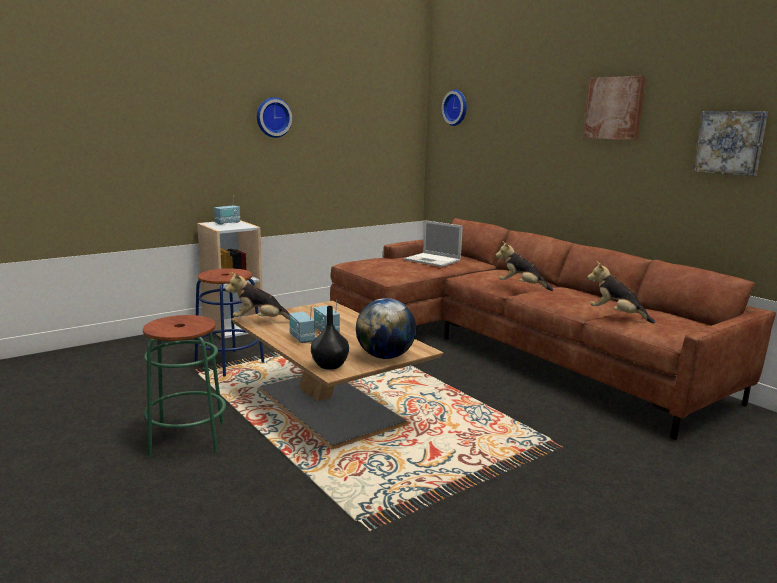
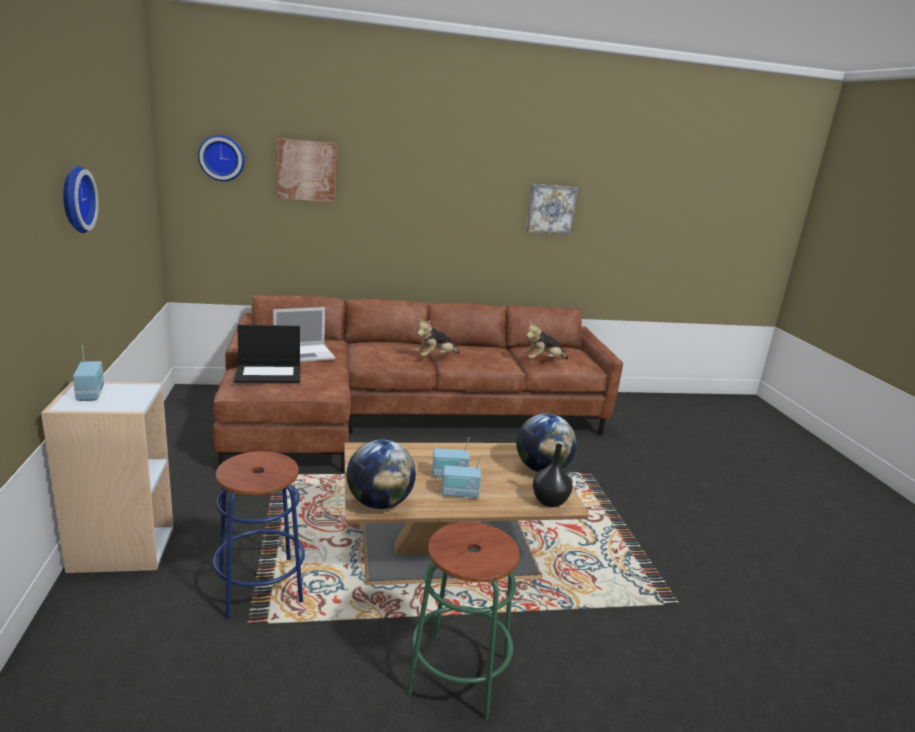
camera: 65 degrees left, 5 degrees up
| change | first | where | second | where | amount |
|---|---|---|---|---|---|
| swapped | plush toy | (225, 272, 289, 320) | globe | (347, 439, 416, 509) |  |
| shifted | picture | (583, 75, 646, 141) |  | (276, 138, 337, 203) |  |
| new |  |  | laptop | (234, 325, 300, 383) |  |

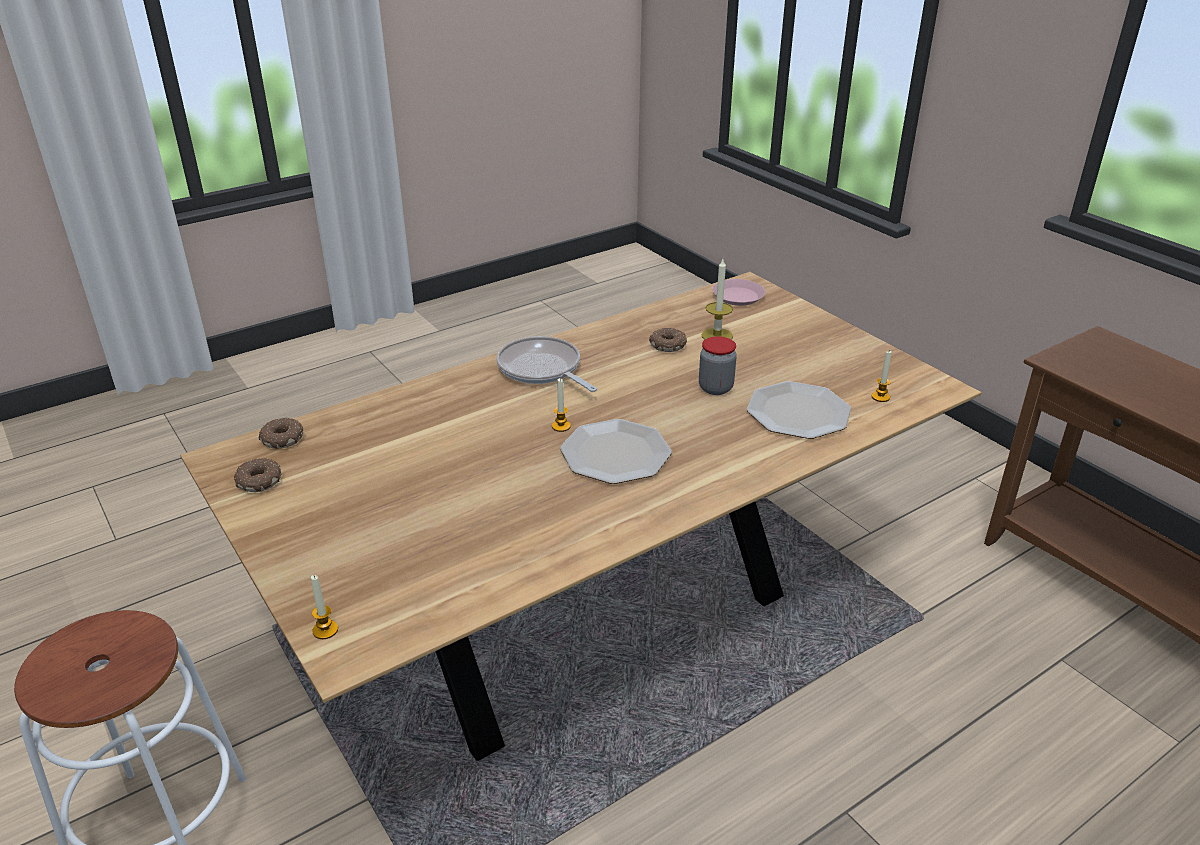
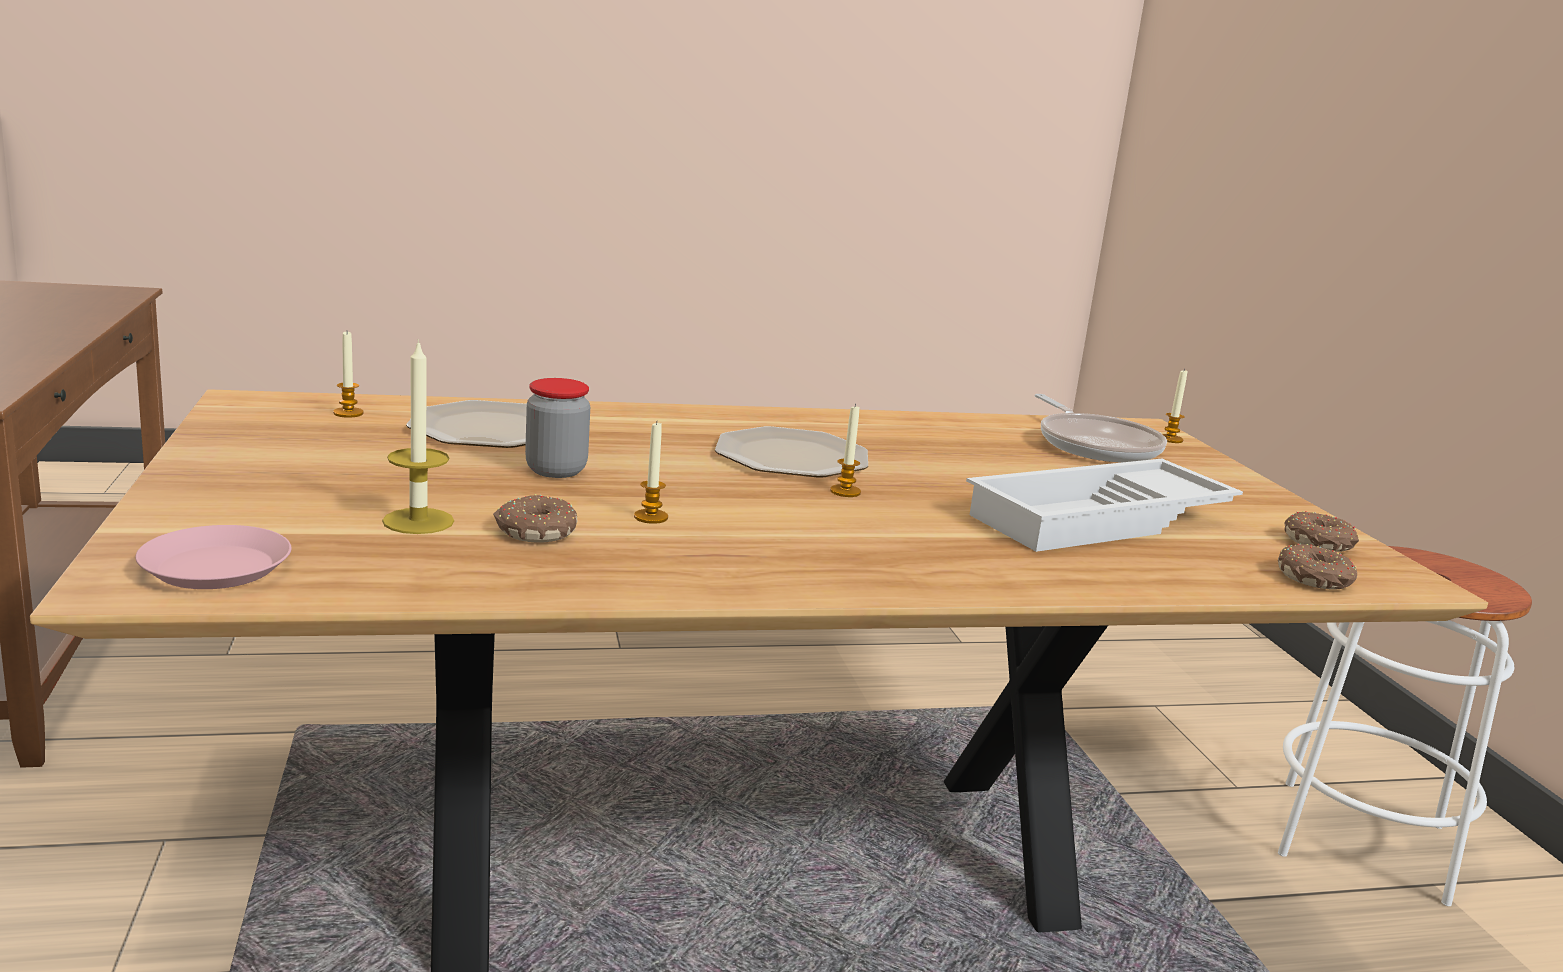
camera: 160 degrees left, 15 degrees down
| change | first | where | second | where | amount |
|---|---|---|---|---|---|
| shifted | frying pan | (496, 336, 597, 392) |  | (1035, 394, 1167, 463) |  |
| new |  |  | candle | (634, 422, 668, 524) |  |
| new |  |  | white tray | (966, 459, 1243, 552) |  |

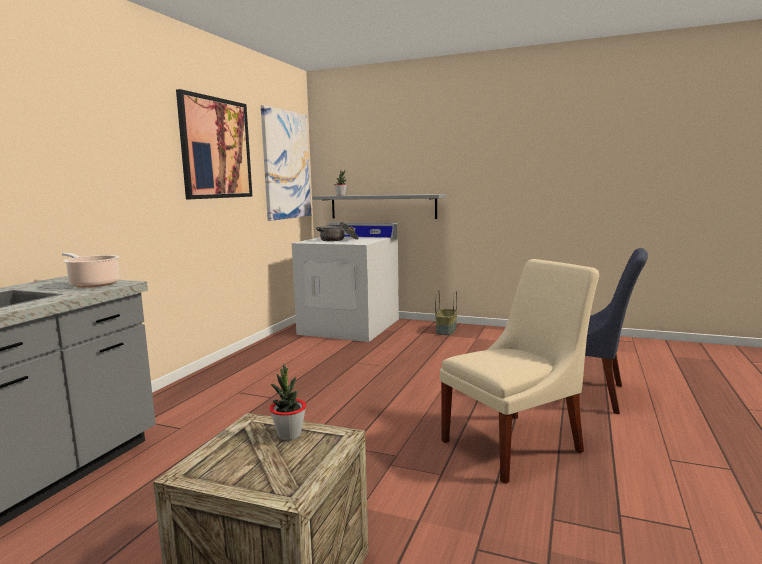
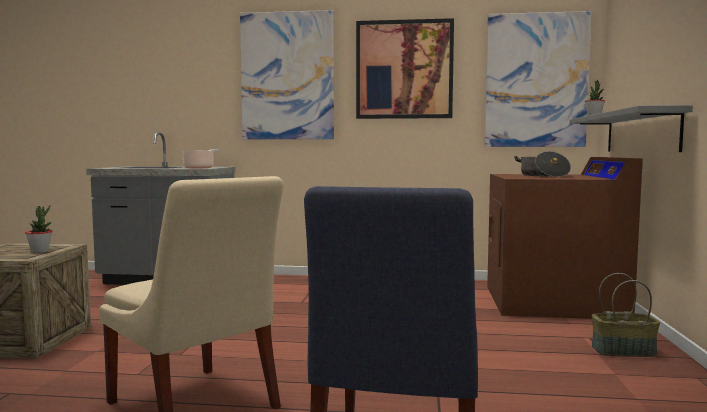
camera: 75 degrees right, 5 degrees down
| change | first | where | second | where | amount |
|---|---|---|---|---|---|
| repainted | white washing machine | (292, 222, 399, 342) | brown washing machine | (487, 157, 643, 319) |  |
| new |  |  | picture | (240, 10, 334, 139) |  |

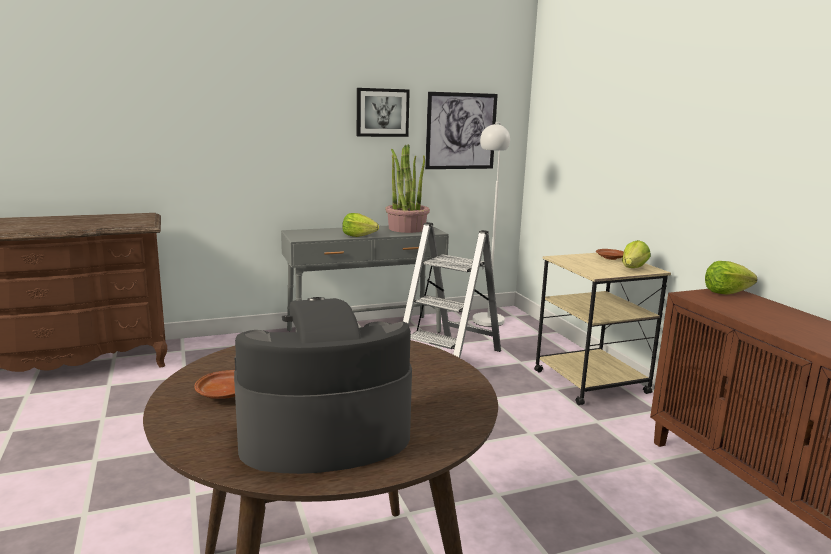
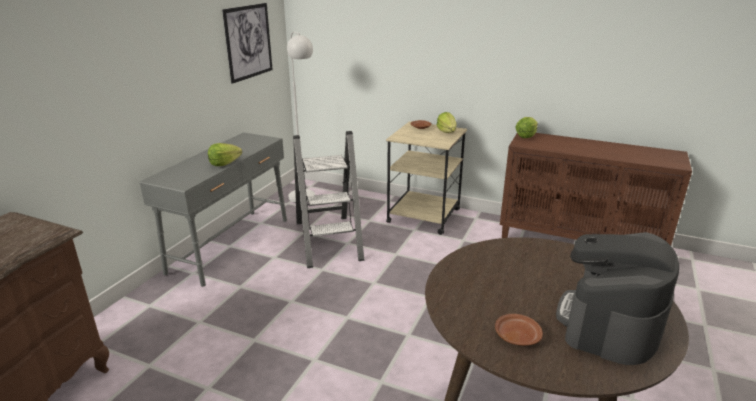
camera: 45 degrees left, 10 degrees up
| change | first | where | second | where | amount |
|---|---|---|---|---|---|
| gone | picture | (357, 88, 410, 137) |  |  |  |
| gone | potted plant | (385, 144, 430, 233) |  |  |  |

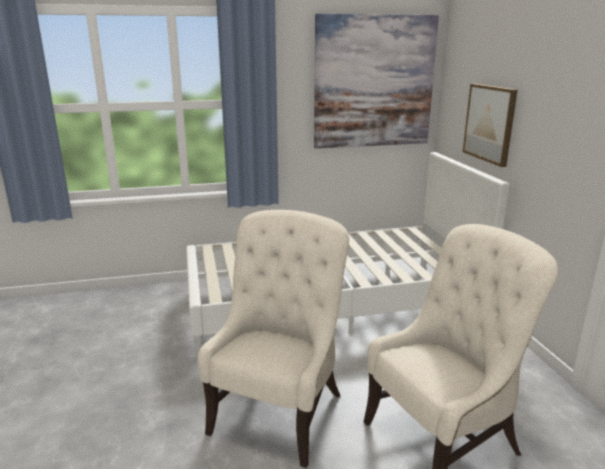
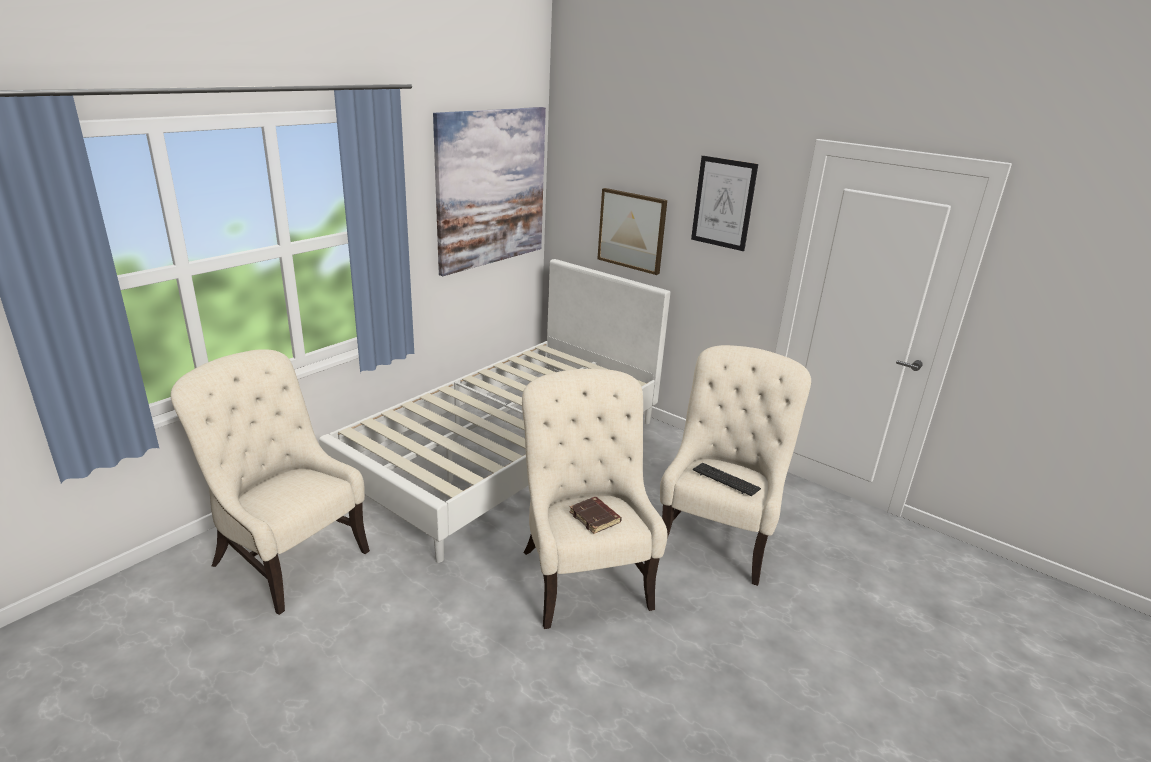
camera: 40 degrees left, 5 degrees up
| change | first | where | second | where | amount |
|---|---|---|---|---|---|
| new |  |  | beige armchair | (170, 349, 370, 615) |  |
| new |  |  | brown book | (569, 497, 622, 534) |  |
| new |  |  | picture | (691, 156, 758, 251) |  |
| new |  |  | keyboard | (693, 463, 761, 496) |  |

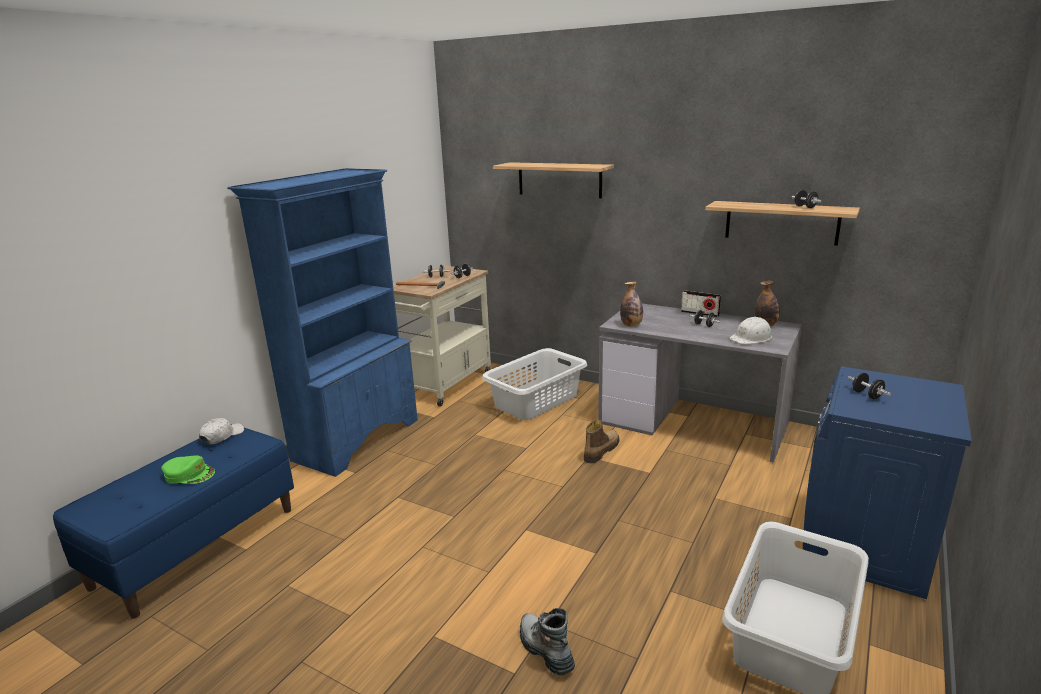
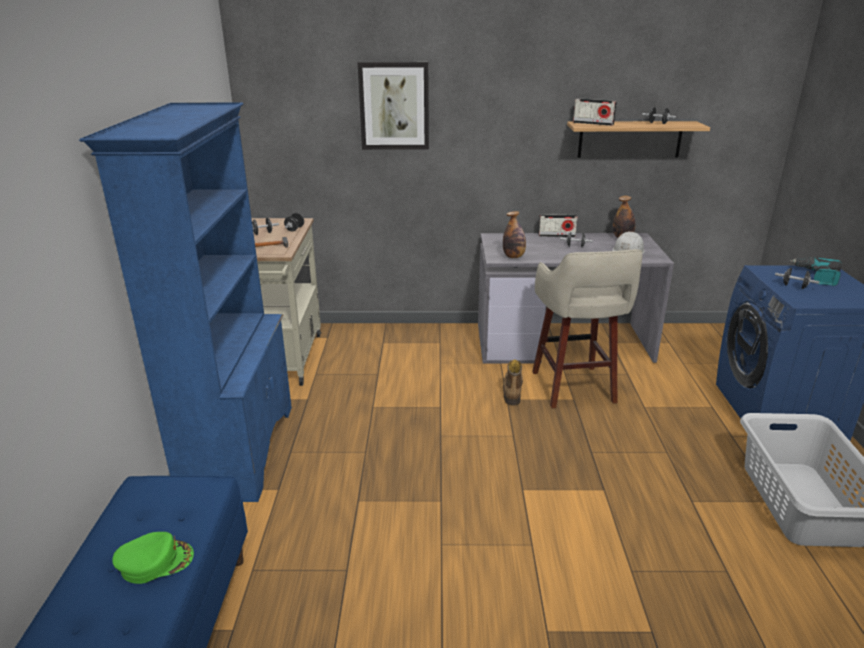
camera: 30 degrees left, 5 degrees up
| change | first | where | second | where | amount |
|---|---|---|---|---|---|
| gone | white cap | (199, 418, 244, 445) |  |  |  |
| gone | grey laundry basket | (482, 348, 587, 420) |  |  |  |
| swapped | shelf | (493, 162, 614, 198) | picture | (358, 62, 429, 150) |  |
| gone | boot | (520, 608, 575, 676) |  |  |  |
| new |  |  | beige stool | (532, 249, 642, 408) |  |
| new |  |  | radio | (573, 98, 617, 126) |  |
| new |  |  | power drill | (790, 257, 842, 286) |  |

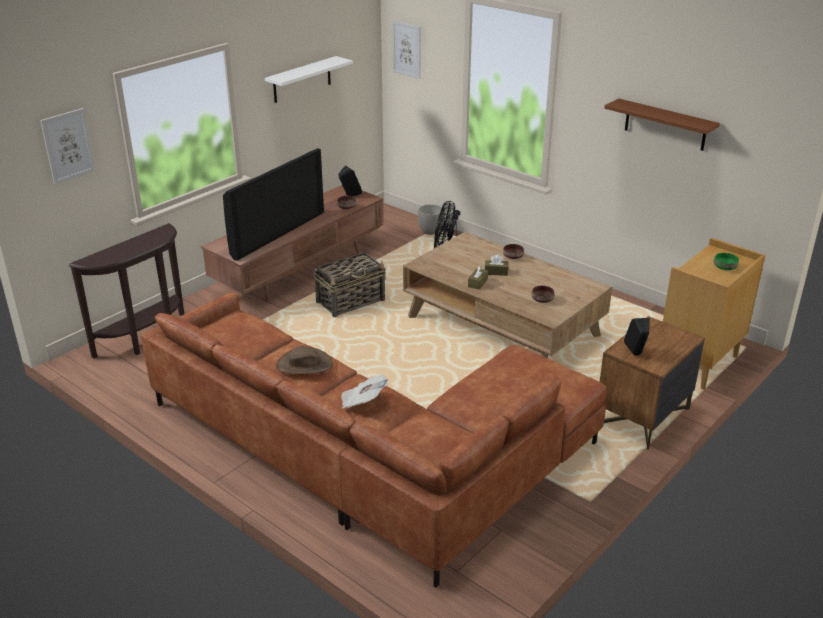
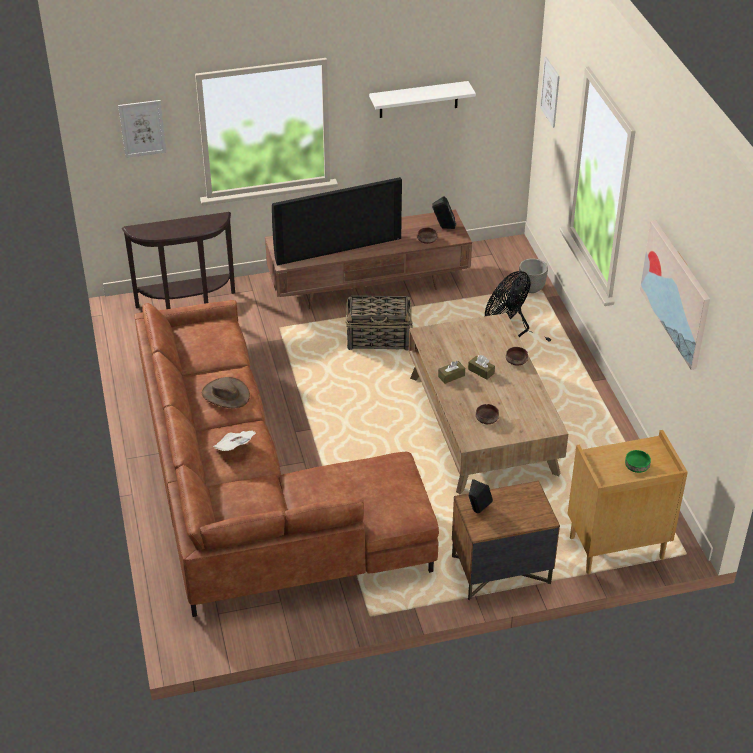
camera: 35 degrees right, 10 degrees up
| change | first | where | second | where | amount |
|---|---|---|---|---|---|
| swapped | brown shelf | (604, 99, 720, 151) | picture | (640, 220, 710, 370) |  |

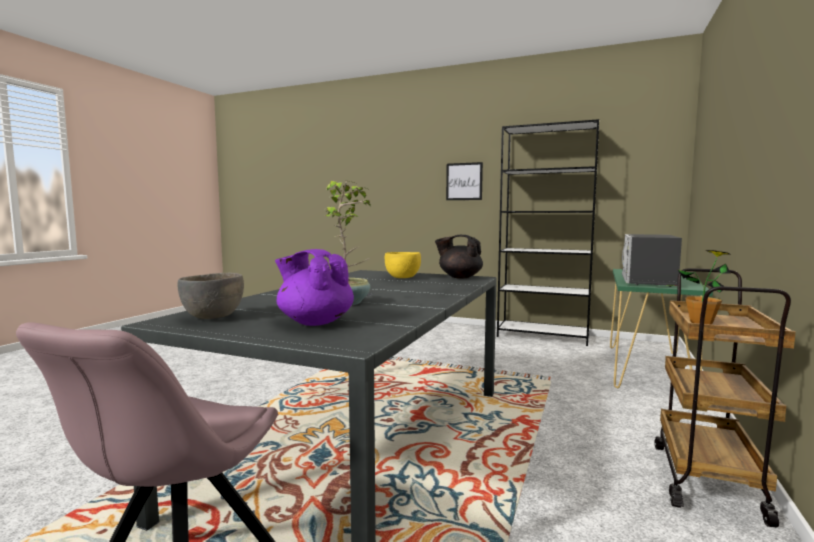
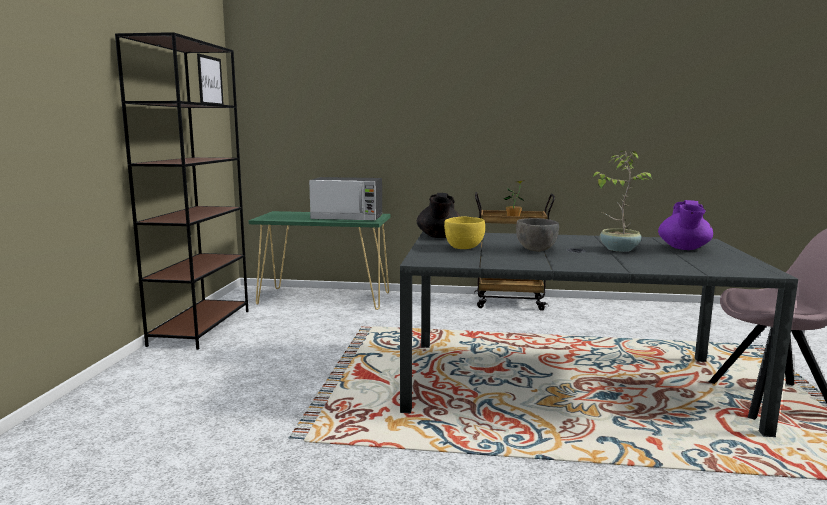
camera: 105 degrees left, 5 degrees up
| change | first | where | second | where | amount |
|---|---|---|---|---|---|
| shifted | grey bowl | (177, 273, 244, 319) |  | (516, 218, 559, 252) |  |
| shifted | picture | (446, 162, 483, 200) |  | (197, 53, 224, 105) |  |
| repainted | white bookcase | (497, 119, 599, 346) | brown bookcase | (115, 32, 249, 350) |  |

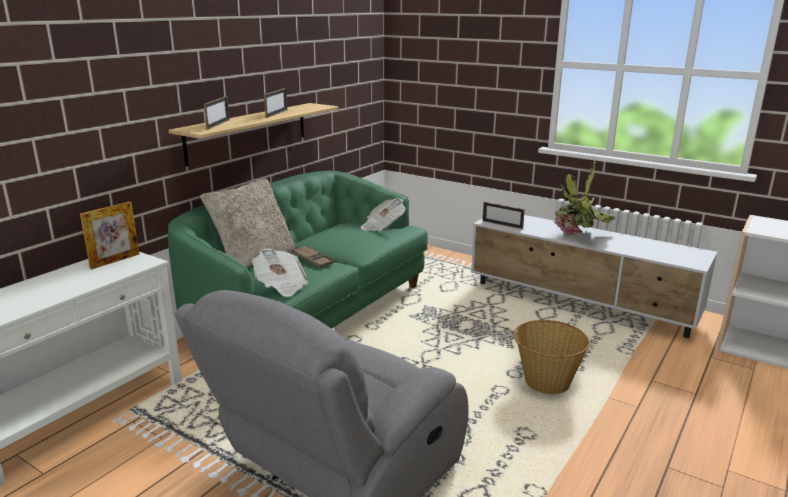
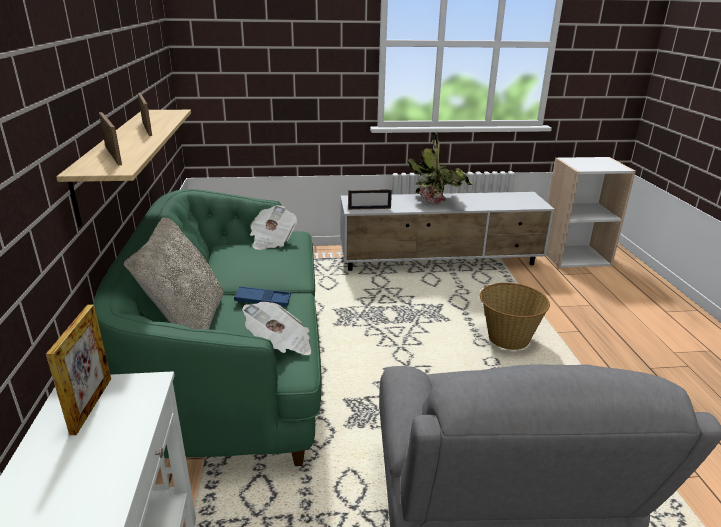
camera: 40 degrees left, 5 degrees up
| change | first | where | second | where | amount |
|---|---|---|---|---|---|
| repainted | brown tray | (292, 245, 335, 268) | blue tray | (234, 286, 291, 307) |  |

